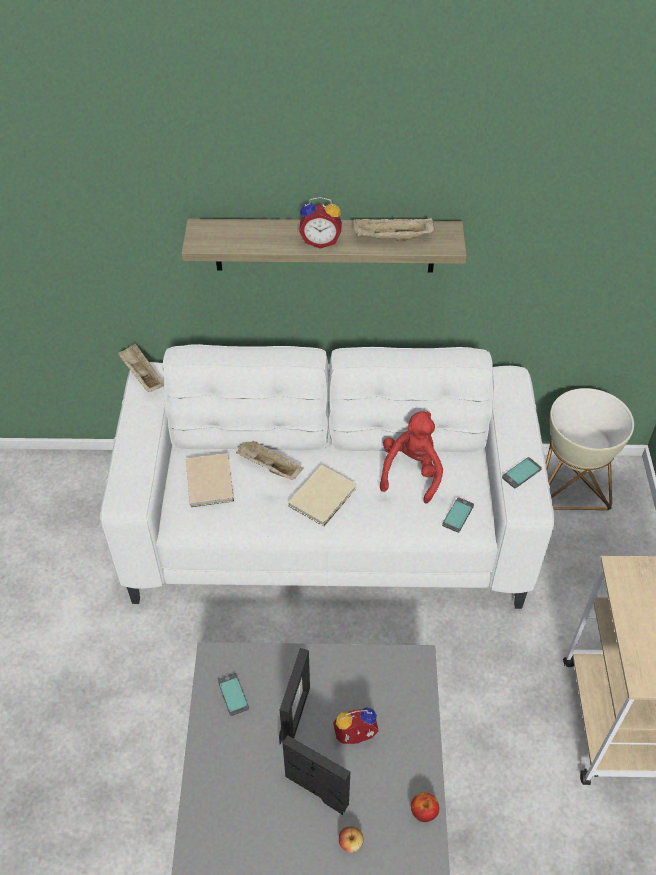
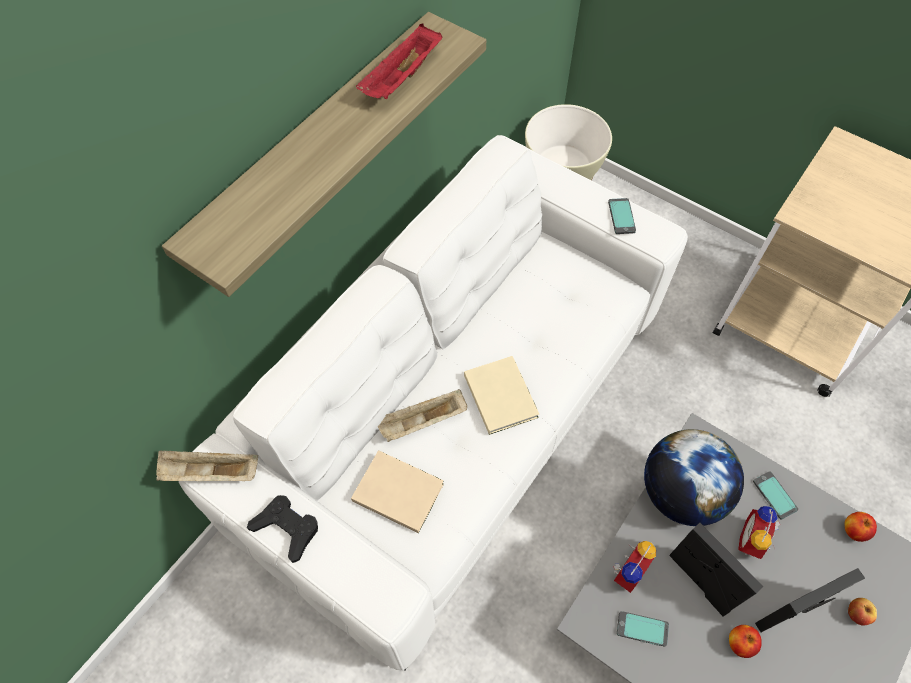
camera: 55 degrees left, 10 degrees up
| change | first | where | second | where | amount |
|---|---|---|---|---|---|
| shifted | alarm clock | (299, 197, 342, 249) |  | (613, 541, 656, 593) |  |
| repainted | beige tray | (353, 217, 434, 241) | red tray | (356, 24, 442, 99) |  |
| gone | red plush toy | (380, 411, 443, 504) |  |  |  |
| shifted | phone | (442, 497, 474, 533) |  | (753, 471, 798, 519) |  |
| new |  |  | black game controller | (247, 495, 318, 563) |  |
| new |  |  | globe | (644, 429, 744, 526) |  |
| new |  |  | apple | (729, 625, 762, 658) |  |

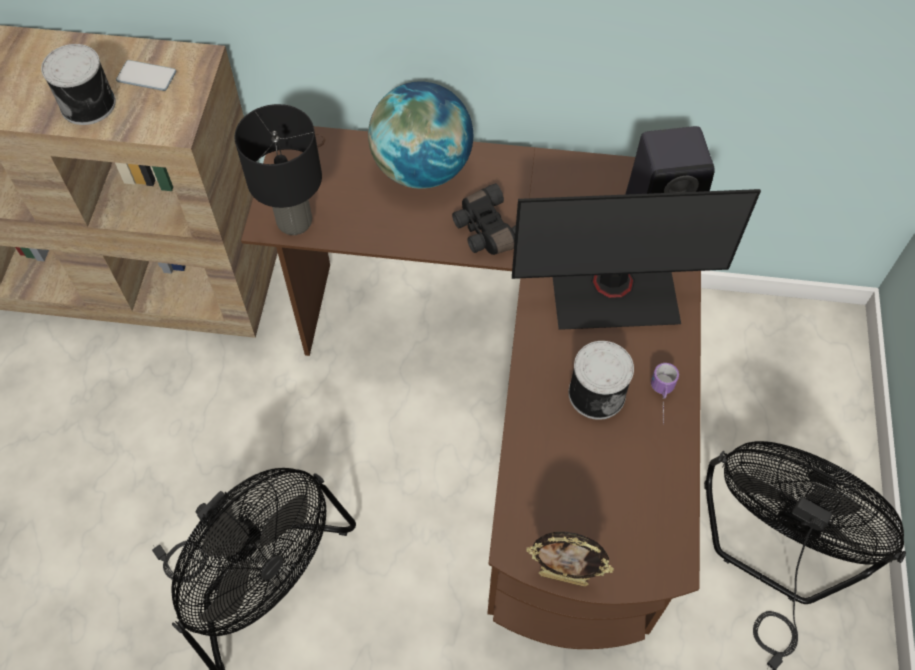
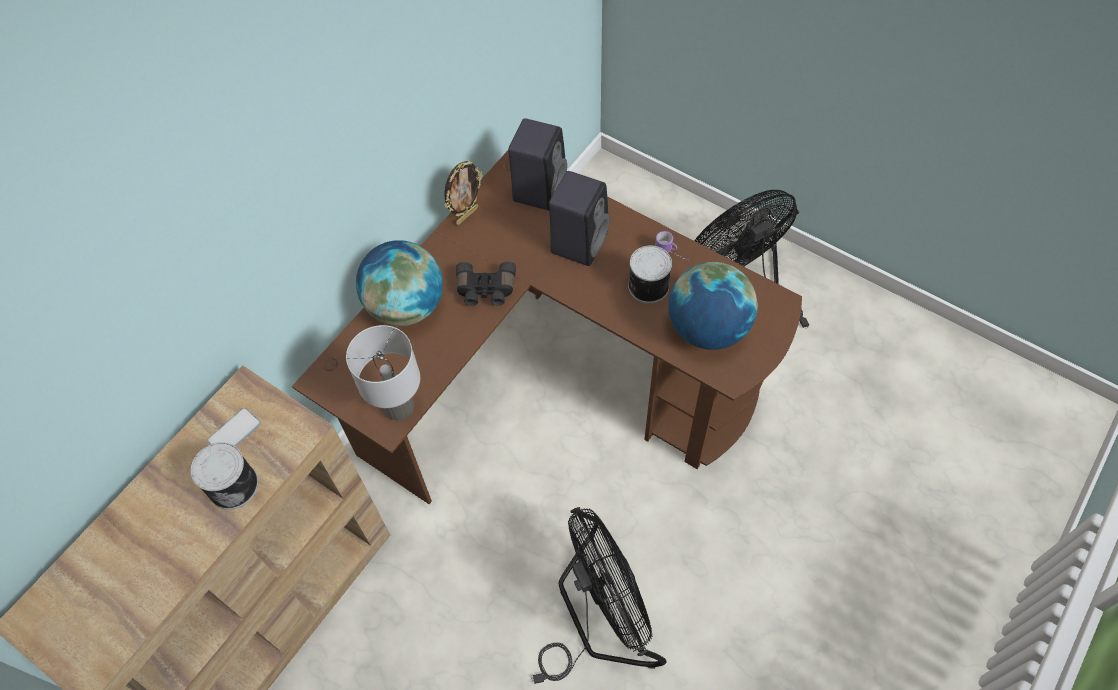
camera: 60 degrees left, 0 degrees up
| change | first | where | second | where | amount |
|---|---|---|---|---|---|
| repainted | black table lamp | (235, 104, 322, 235) | white table lamp | (346, 325, 420, 420) |  |
| swapped | monitor | (512, 189, 761, 330) | black speaker | (549, 171, 610, 266) |  |
| shifted | picture frame | (526, 532, 614, 587) |  | (444, 161, 483, 225) |  |
| new |  |  | globe | (669, 262, 758, 350) |  |

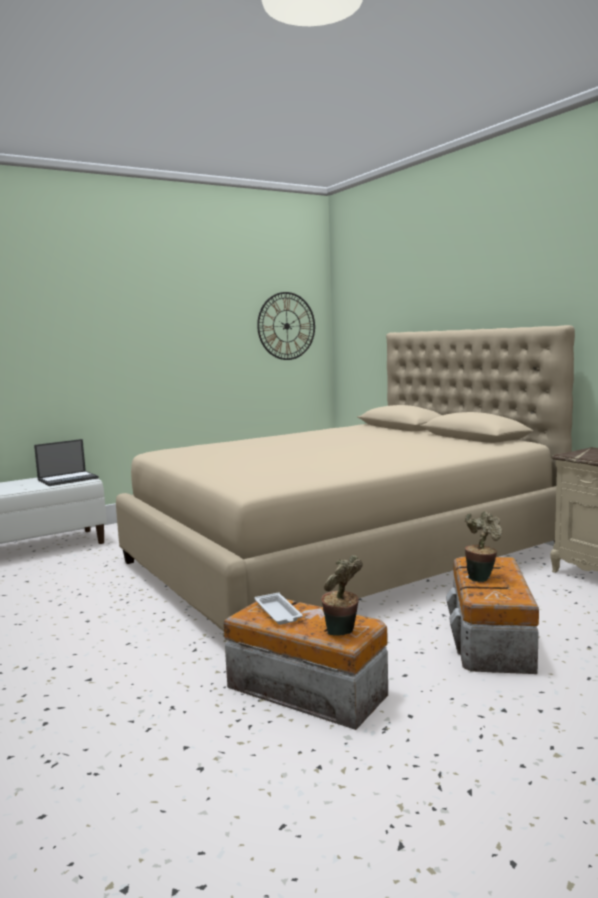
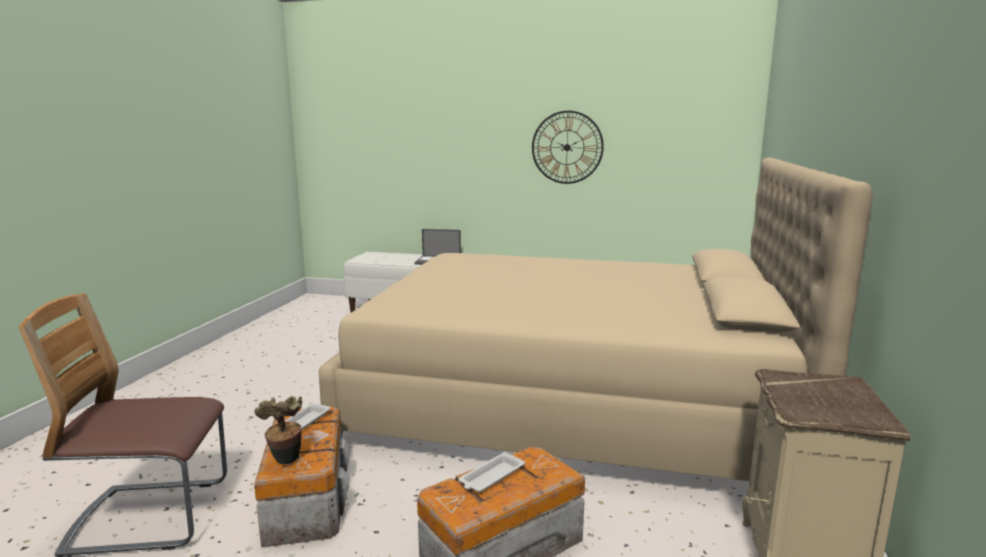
camera: 45 degrees right, 5 degrees up
| change | first | where | second | where | amount |
|---|---|---|---|---|---|
| shifted | wall clock | (257, 292, 315, 360) |  | (532, 111, 604, 184) |  |
| swapped | potted plant | (465, 511, 502, 582) | white tray | (459, 452, 525, 493) |  |
| new |  |  | chair | (19, 293, 227, 557) |  |

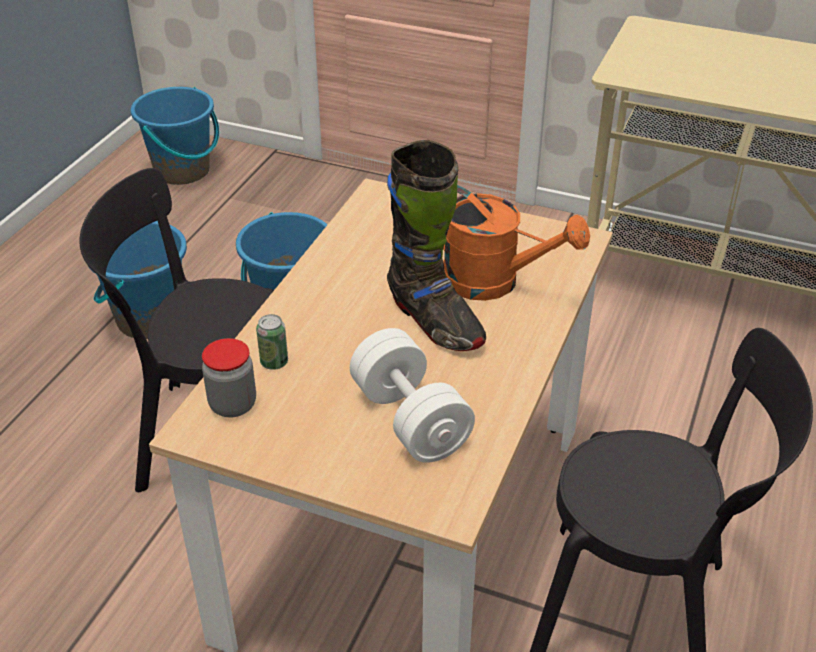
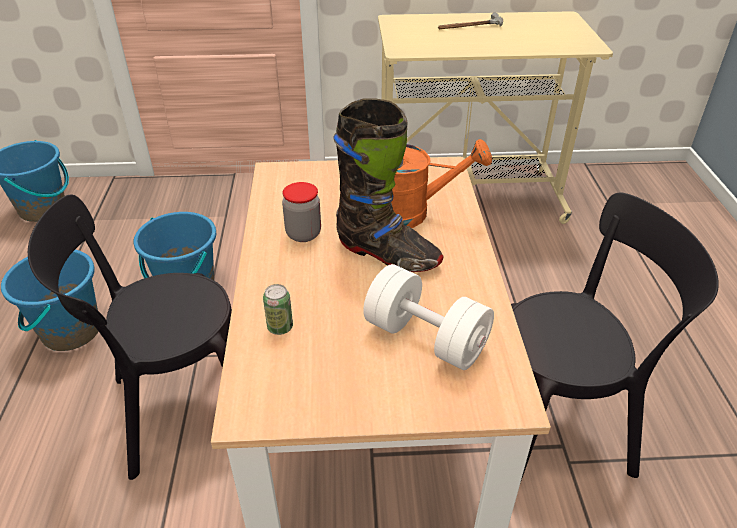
camera: 25 degrees left, 0 degrees up
| change | first | where | second | where | amount |
|---|---|---|---|---|---|
| shifted | jar | (202, 338, 256, 418) |  | (282, 182, 321, 242) |  |
| new |  |  | hammer | (438, 12, 503, 29) |  |

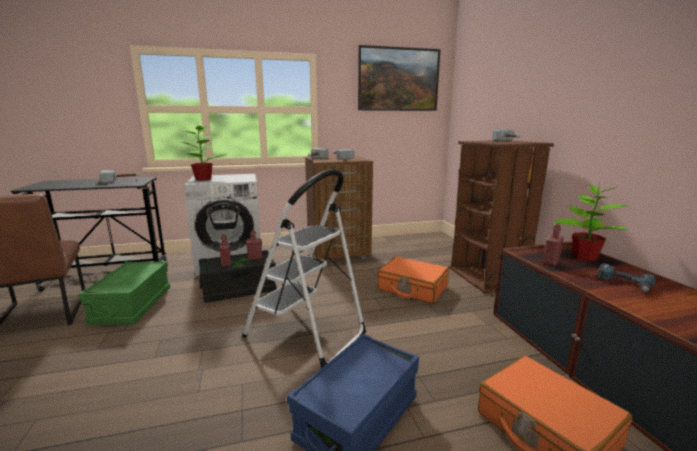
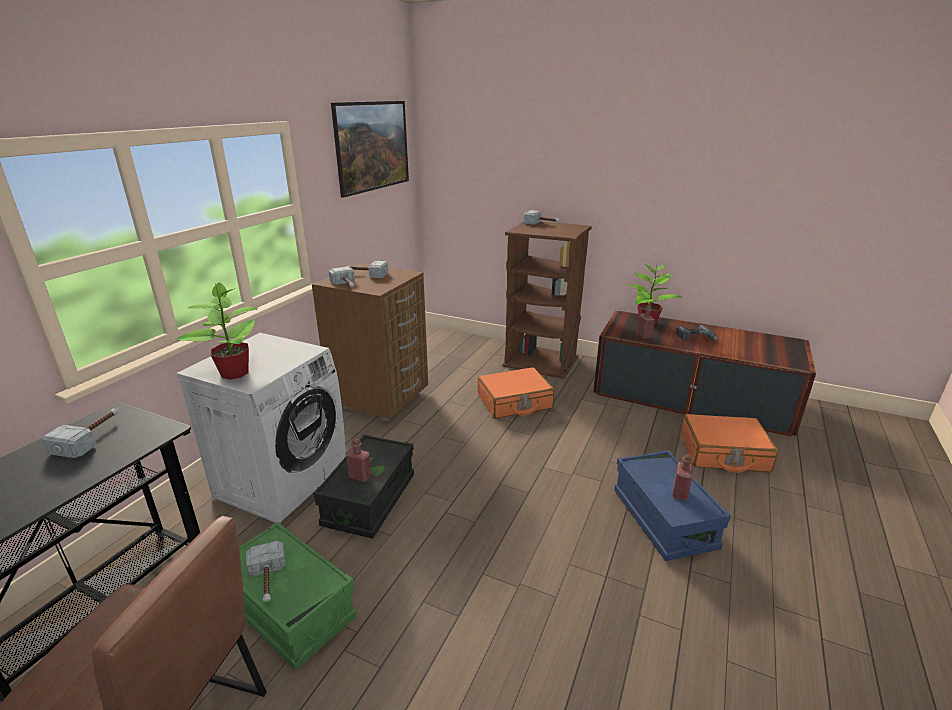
camera: 50 degrees left, 10 degrees up
| change | first | where | second | where | amount |
|---|---|---|---|---|---|
| gone | step ladder | (242, 169, 366, 368) |  |  |  |
| shifted | red bottle | (246, 230, 262, 260) |  | (673, 454, 693, 500) |  |
| new |  |  | hammer | (246, 541, 286, 602) |  |

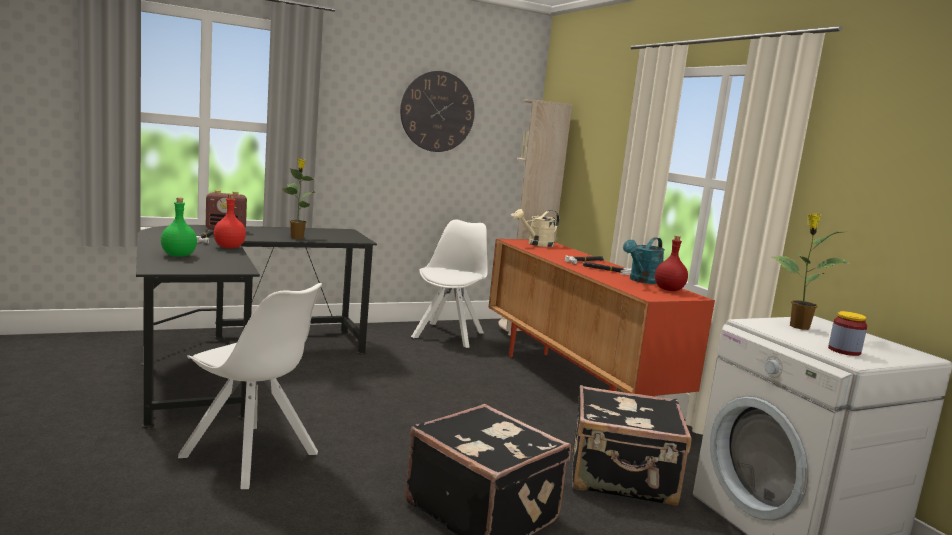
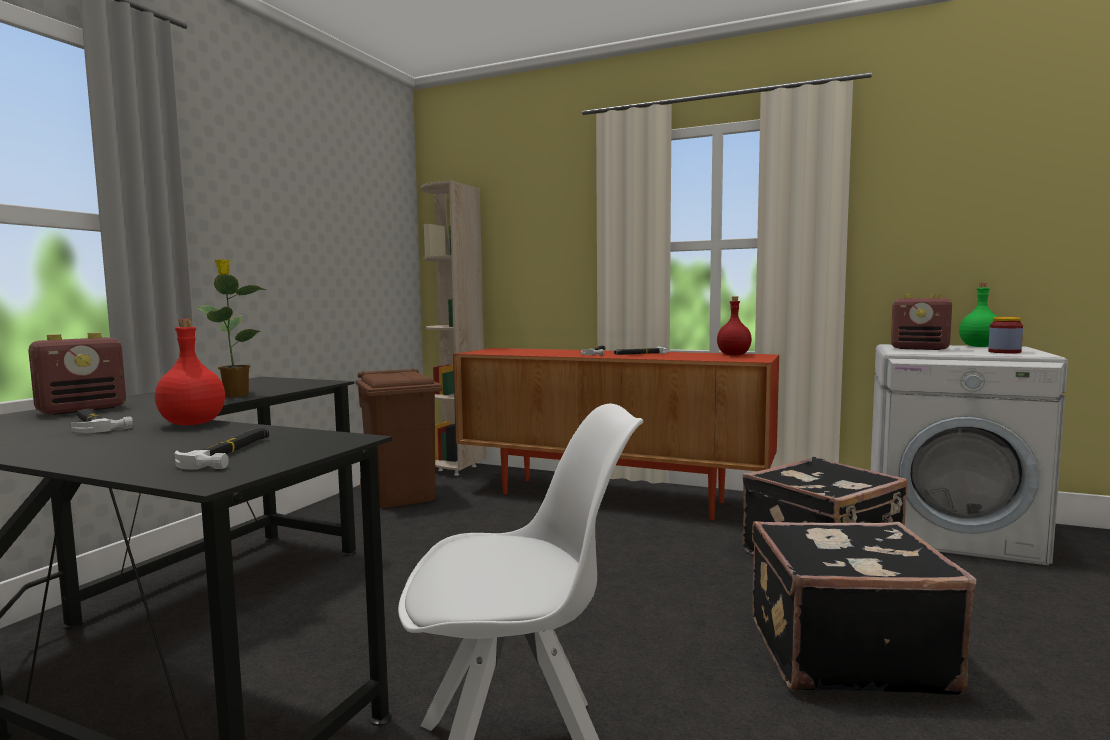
camera: 40 degrees left, 5 degrees down
| change | first | where | second | where | amount |
|---|---|---|---|---|---|
| shifted | green bottle | (161, 198, 197, 257) |  | (959, 283, 997, 347) |  |
| gone | wall clock | (400, 71, 475, 152) |  |  |  |
| swapped | white chair | (411, 220, 488, 348) | brown trash can | (355, 368, 442, 508) |  |
| gone | beige watering can | (514, 209, 559, 247) |  |  |  |
| gone | turquoise watering can | (623, 237, 665, 284) |  |  |  |
| swapped | potted plant | (771, 214, 851, 330) | radio | (891, 294, 952, 350) |  |
| new |  |  | hammer | (175, 428, 270, 469) |  |

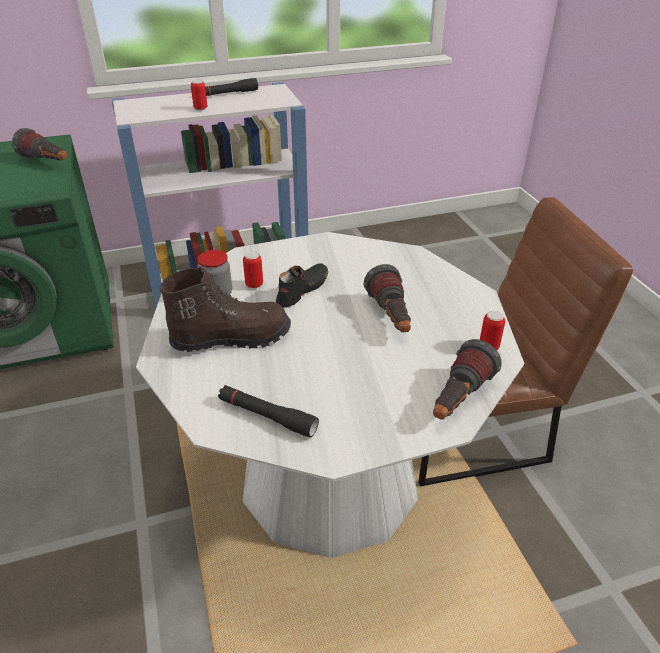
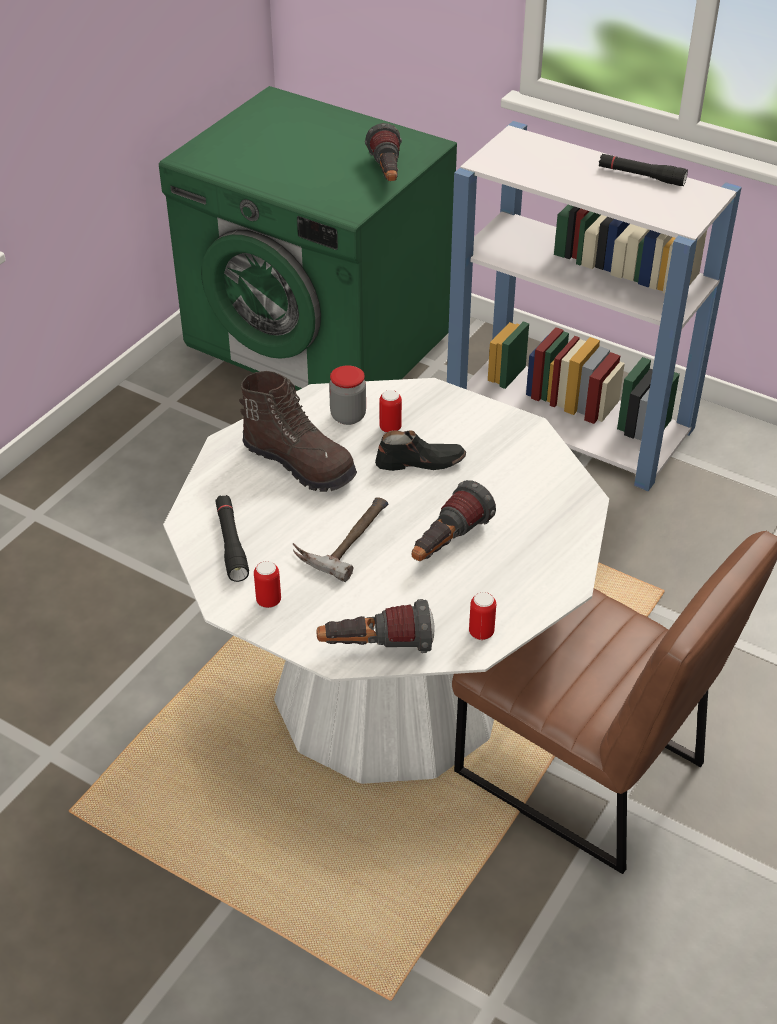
camera: 50 degrees right, 5 degrees up
| change | first | where | second | where | amount |
|---|---|---|---|---|---|
| shifted | can | (191, 80, 207, 111) |  | (254, 561, 281, 608) |  |
| new |  |  | hammer | (293, 497, 388, 582) |  |

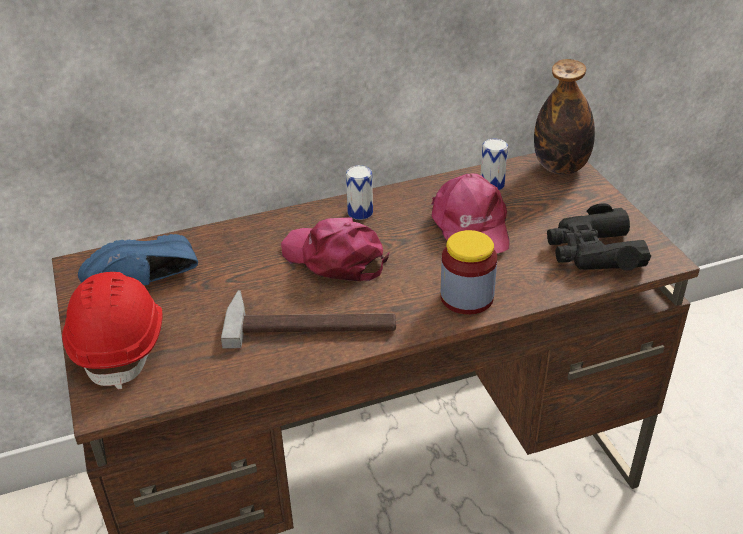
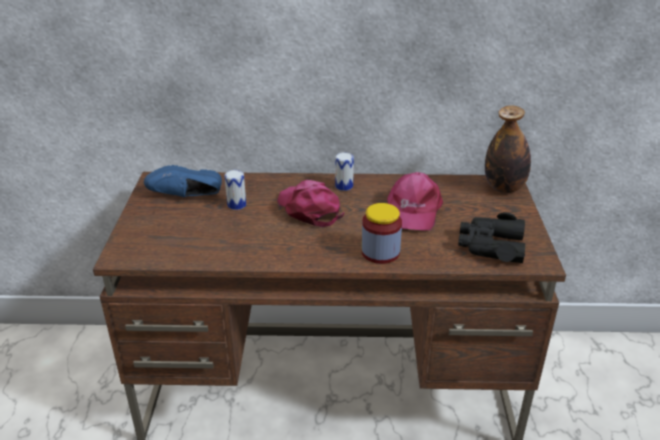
camera: 20 degrees right, 5 degrees down
| change | first | where | second | where | amount |
|---|---|---|---|---|---|
| gone | red hard hat | (62, 272, 162, 390) |  |  |  |
| gone | hammer | (221, 290, 396, 349) |  |  |  |
| shifted | can | (481, 138, 508, 190) |  | (225, 170, 246, 210) |  |

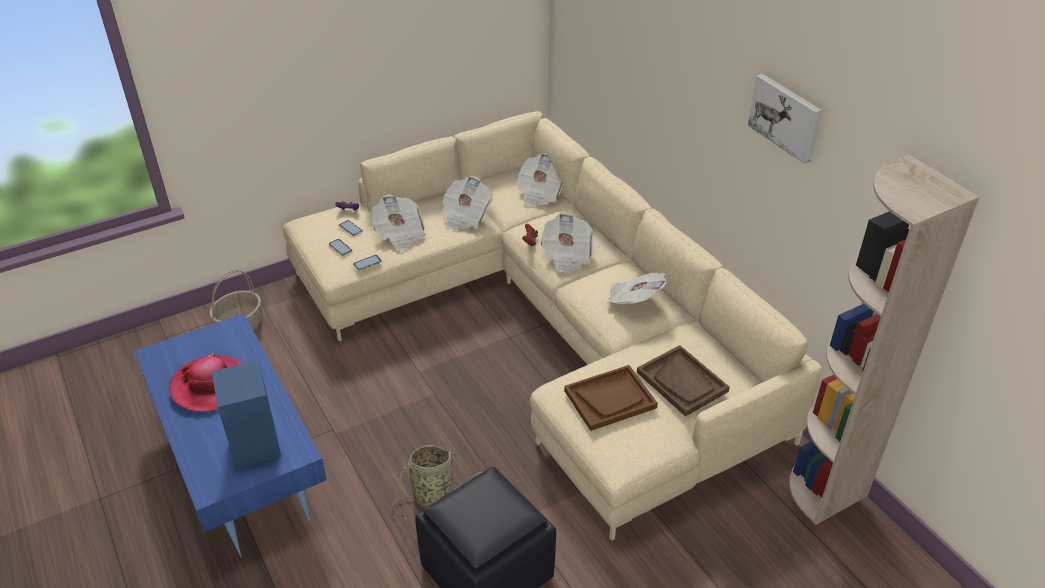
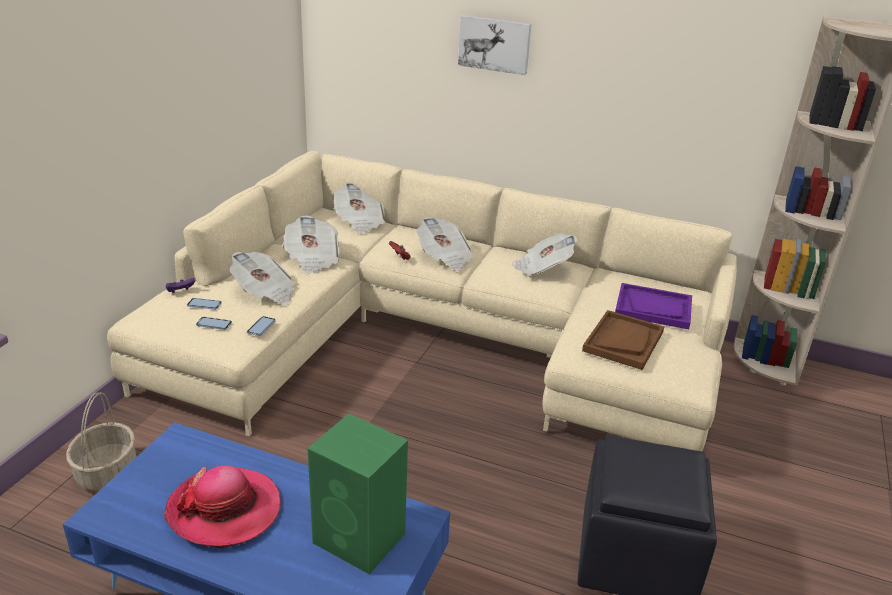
camera: 40 degrees left, 10 degrees down
| change | first | where | second | where | amount |
|---|---|---|---|---|---|
| repainted | blue speaker | (212, 360, 281, 469) | green speaker | (308, 414, 408, 574) |  |
| gone | basket | (392, 445, 482, 519) |  |  |  |
| repainted | brown tray | (637, 345, 730, 416) | purple tray | (615, 283, 692, 329) |  |
| shifted | picture | (748, 74, 822, 164) |  | (458, 15, 531, 75) |  |

